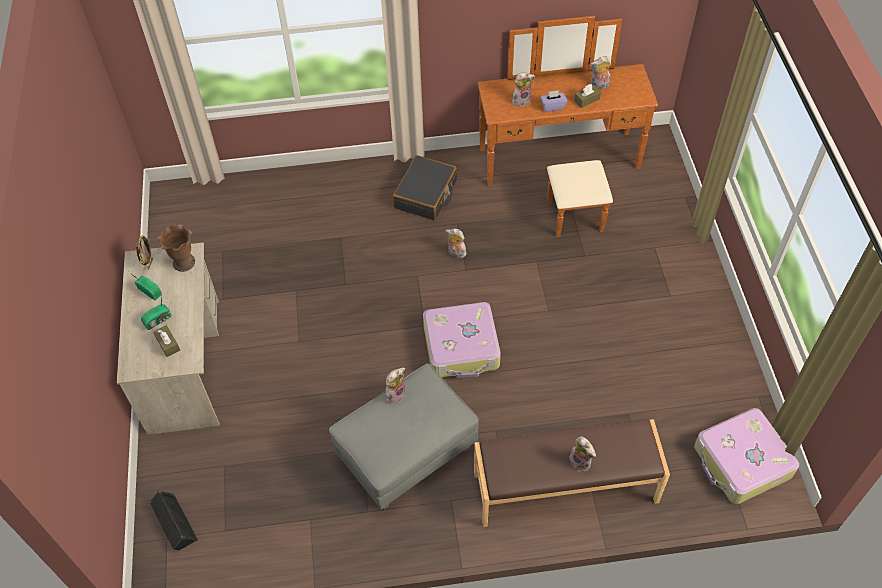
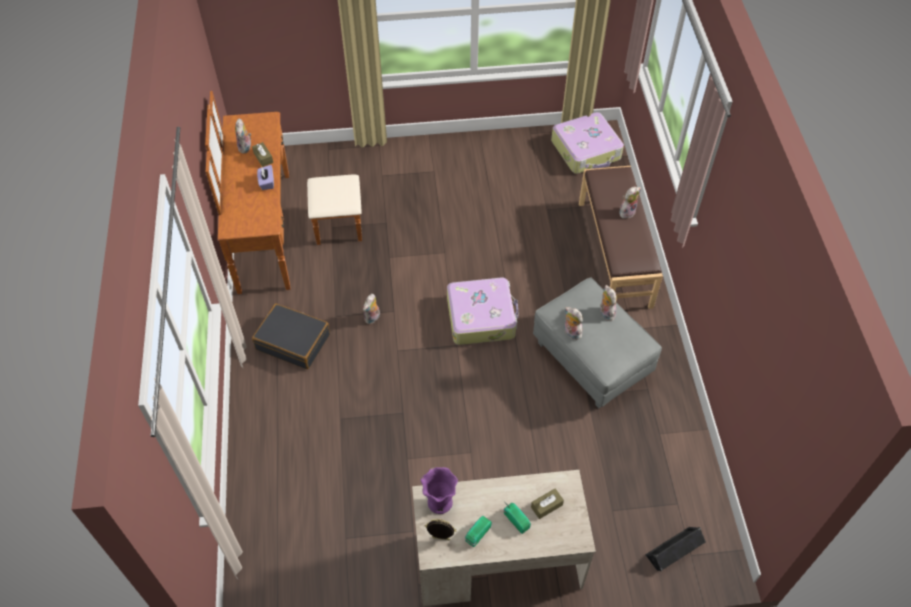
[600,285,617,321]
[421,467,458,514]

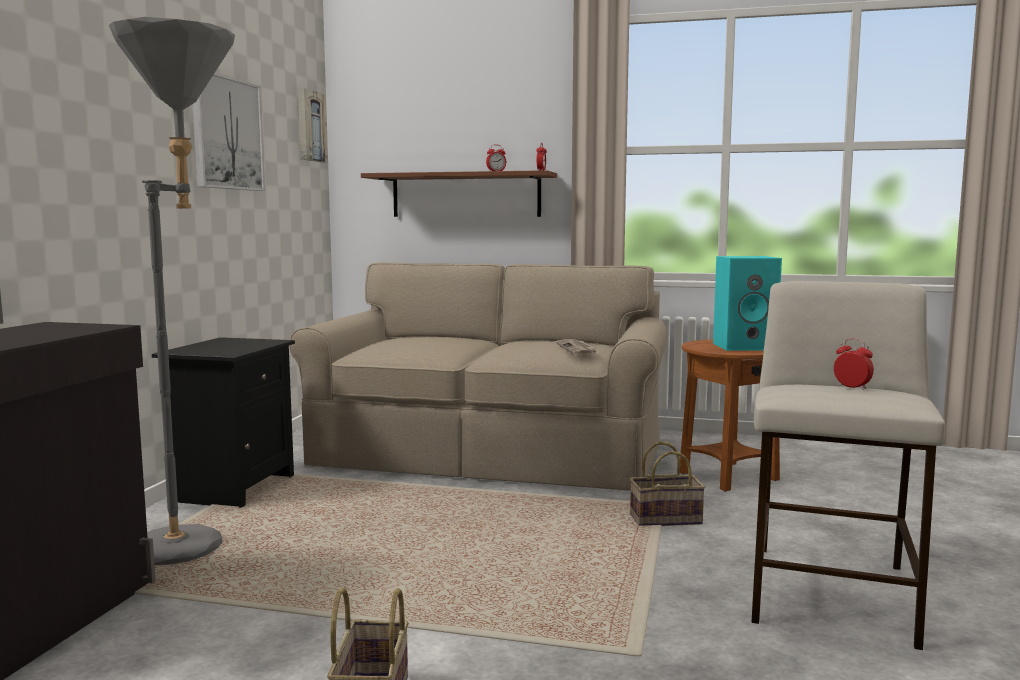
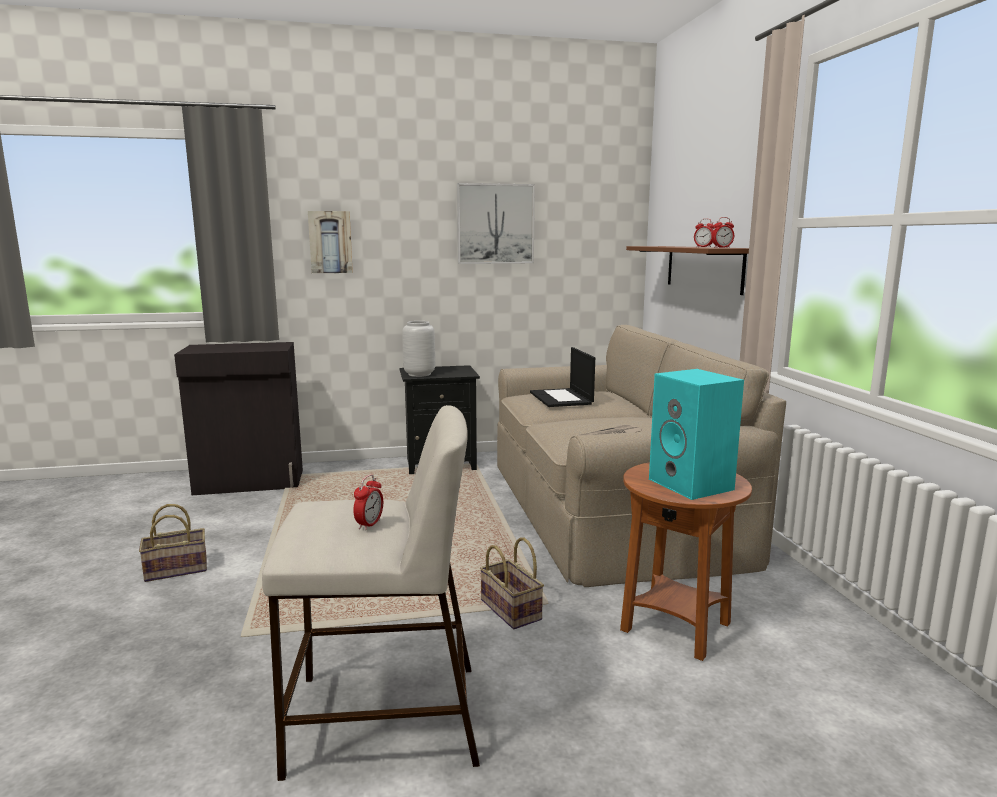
[109,17,235,565] (first image)
[402,321,435,377]
[530,347,595,407]
[308,211,353,273]

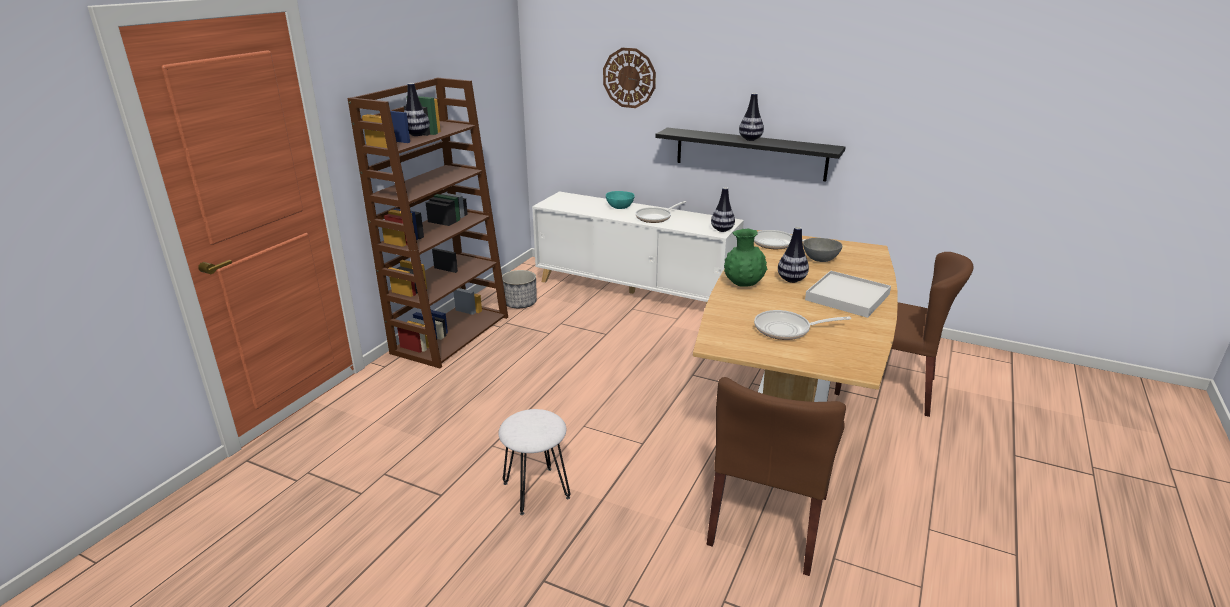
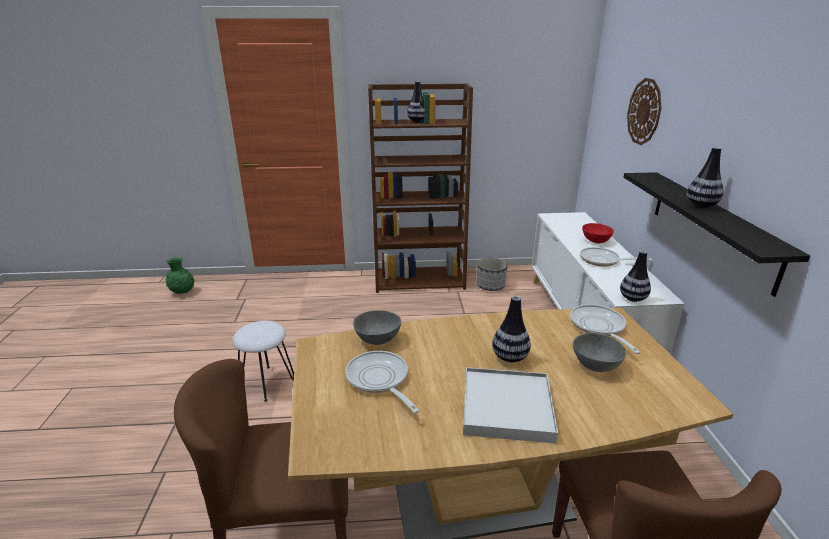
[353,310,401,345]
[166,257,194,294]
[582,223,614,243]

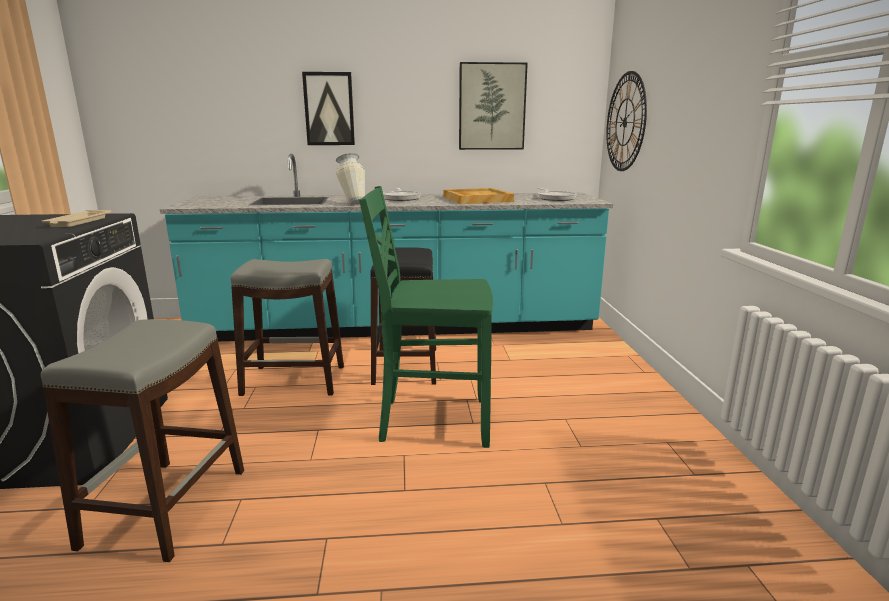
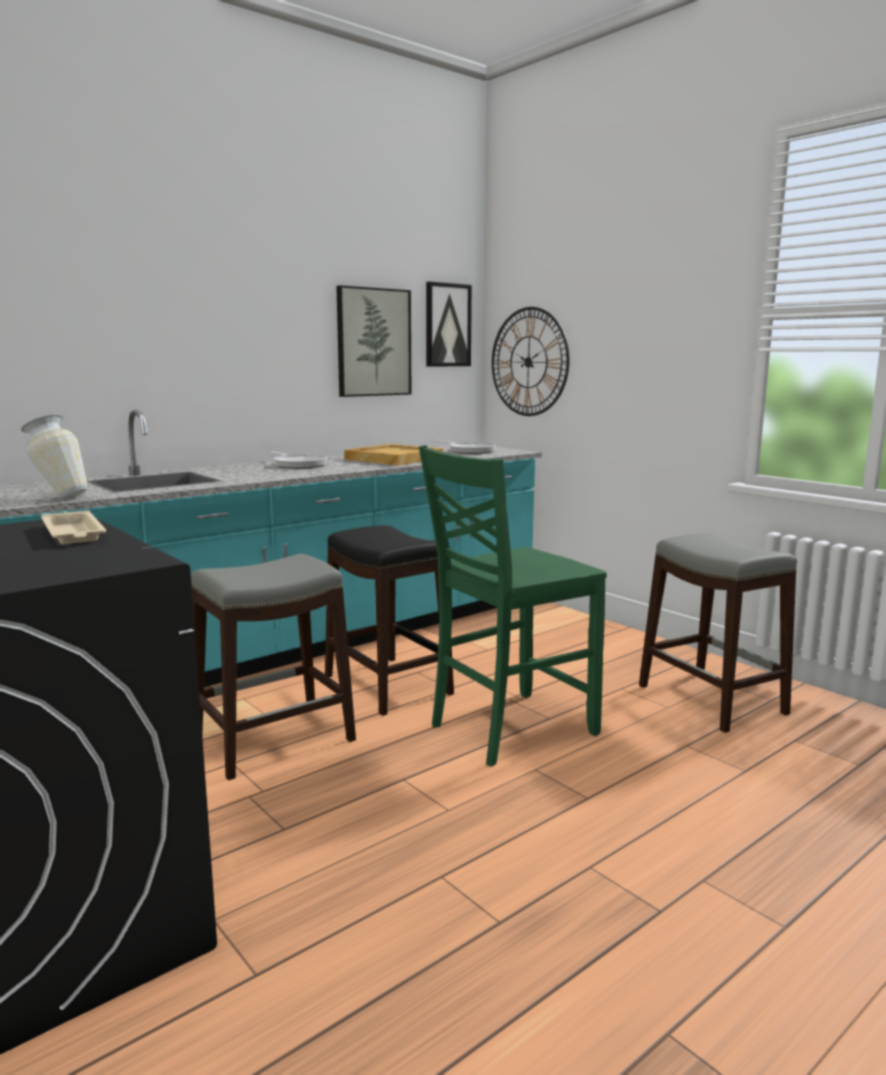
[639,533,797,733]
[426,282,472,366]
[21,414,87,499]

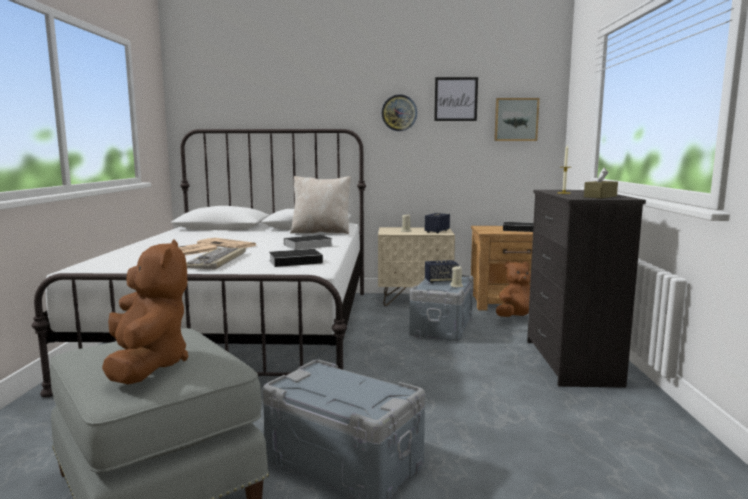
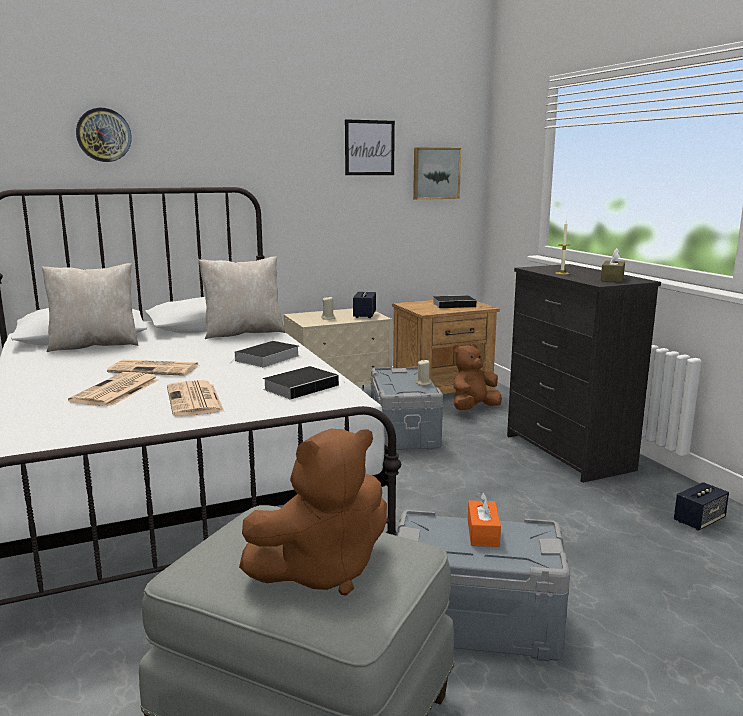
[42,263,139,352]
[468,492,501,547]
[76,108,132,162]
[674,482,729,530]
[167,380,224,416]
[239,429,387,595]

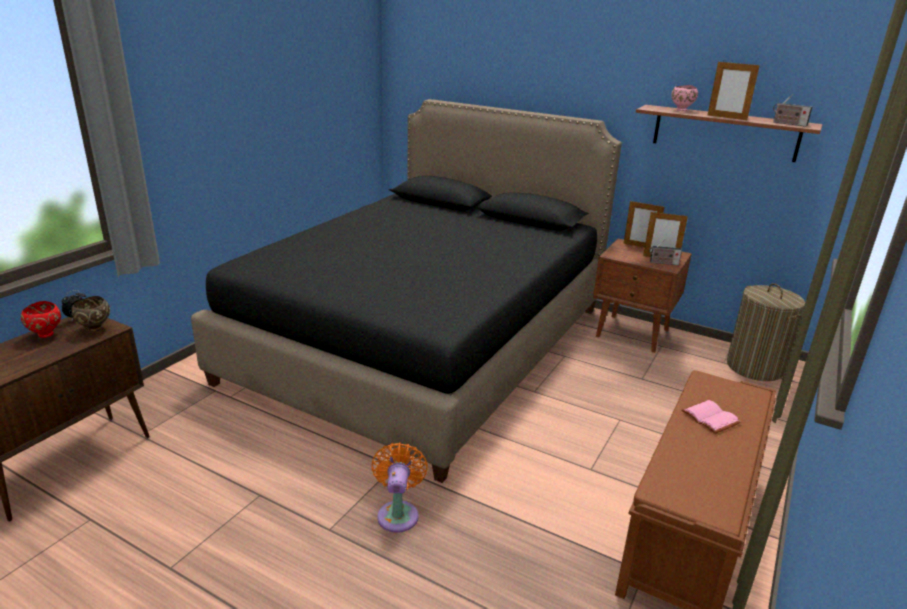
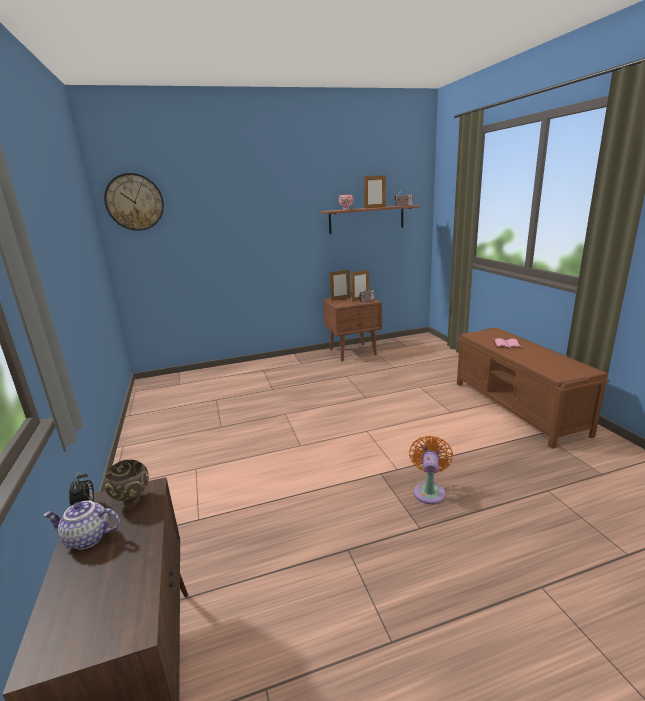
[191,99,622,483] (first image)
[727,283,805,381] (first image)
[104,173,164,231]
[43,501,120,550]
[409,435,453,505]

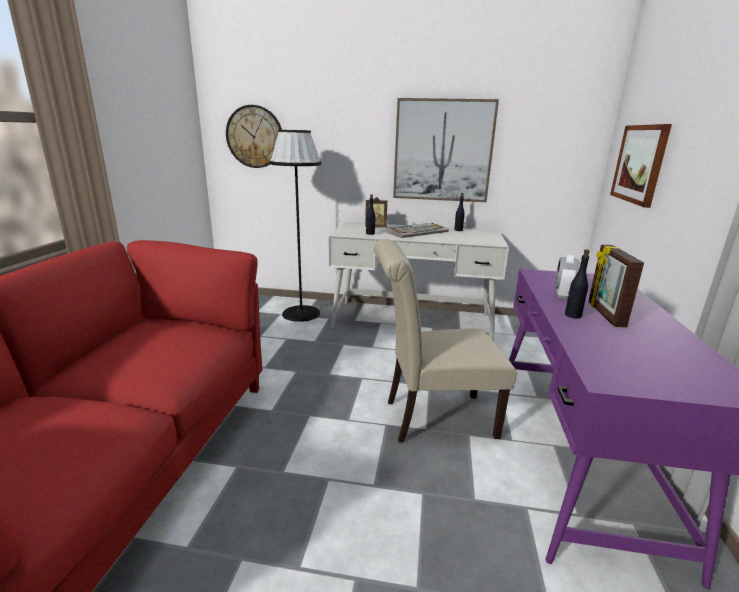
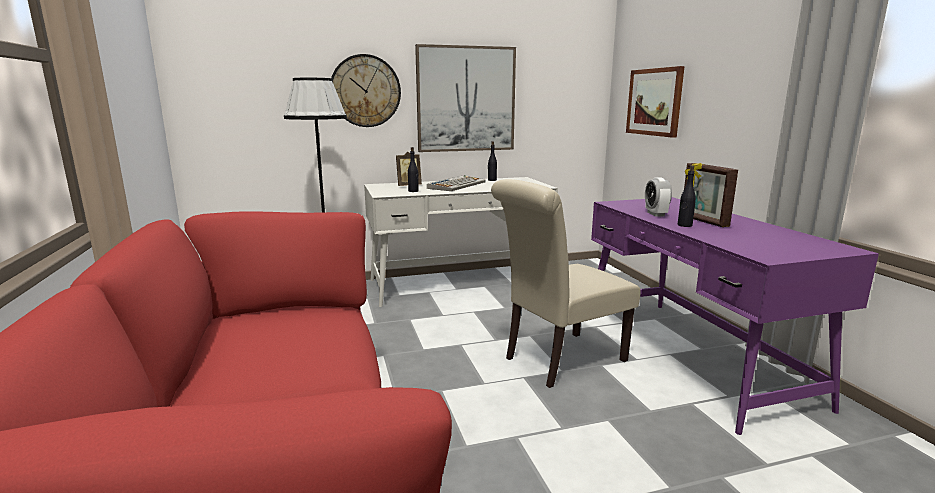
[331,54,401,127]

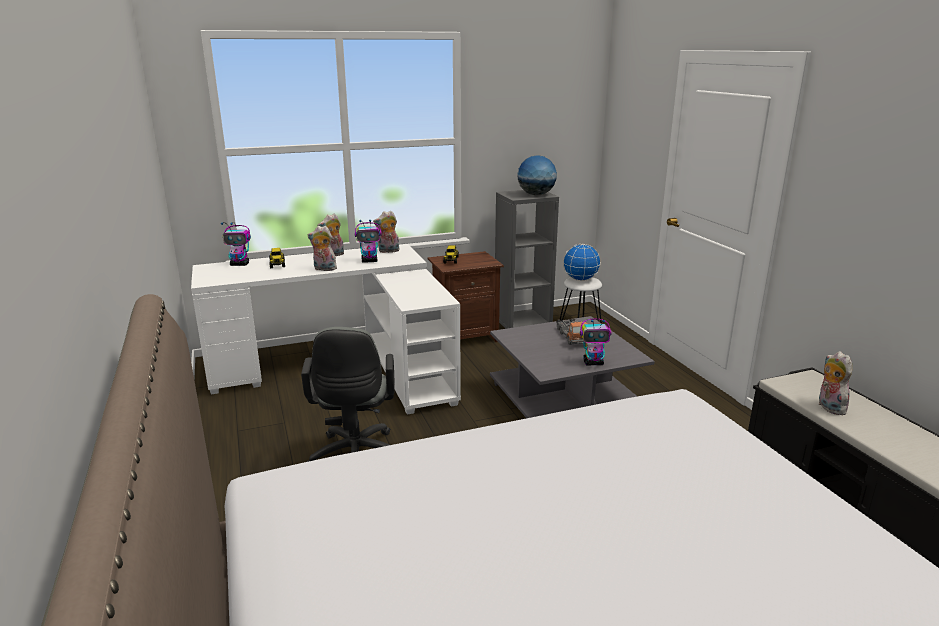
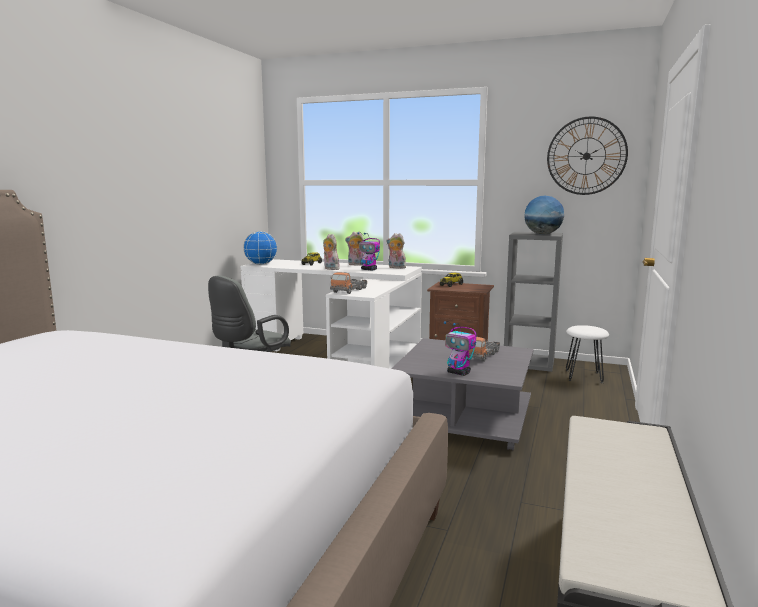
[221,222,251,266] (first image)
[819,351,852,415] (first image)
[330,272,367,294]
[547,117,628,195]
[243,231,277,265]

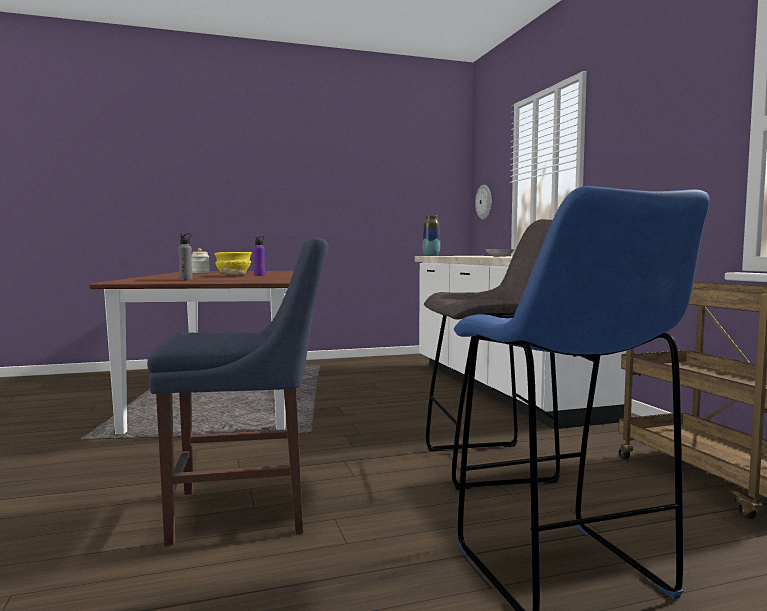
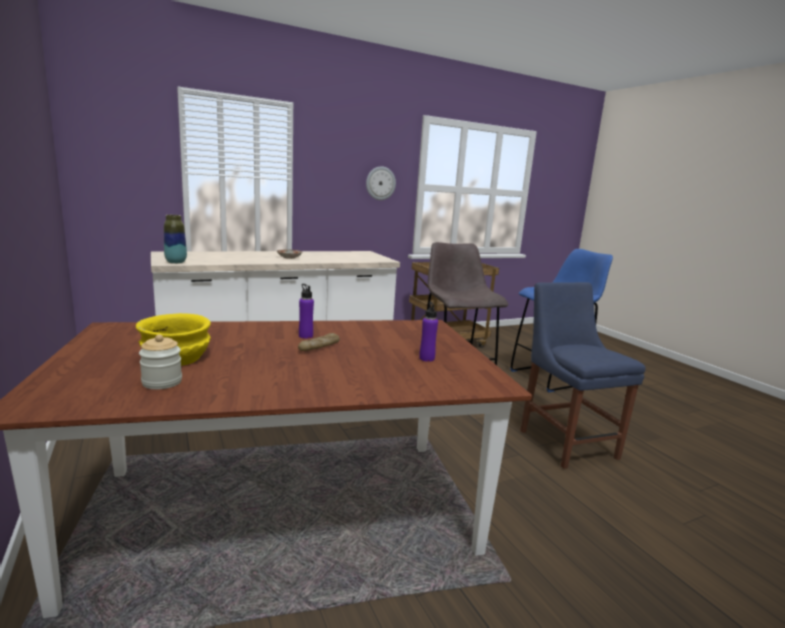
[366,166,396,200]
[419,302,438,362]

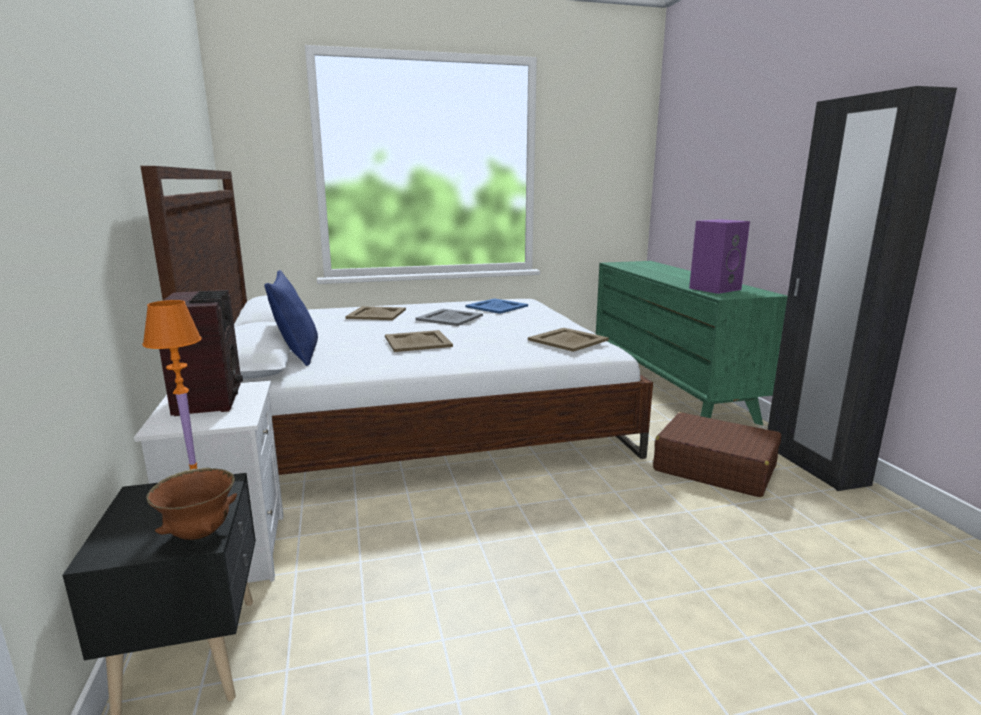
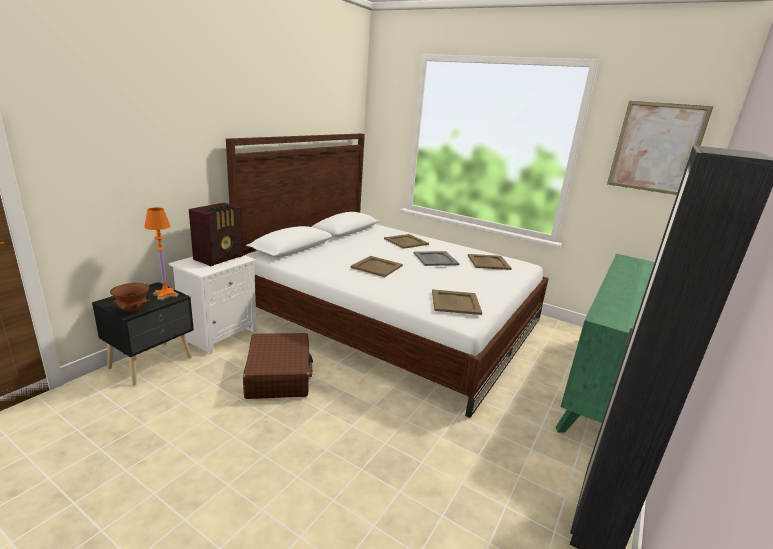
[264,270,318,366] (first image)
[689,219,750,294] (first image)
[607,101,713,195]
[243,333,313,399]
[468,254,512,270]

